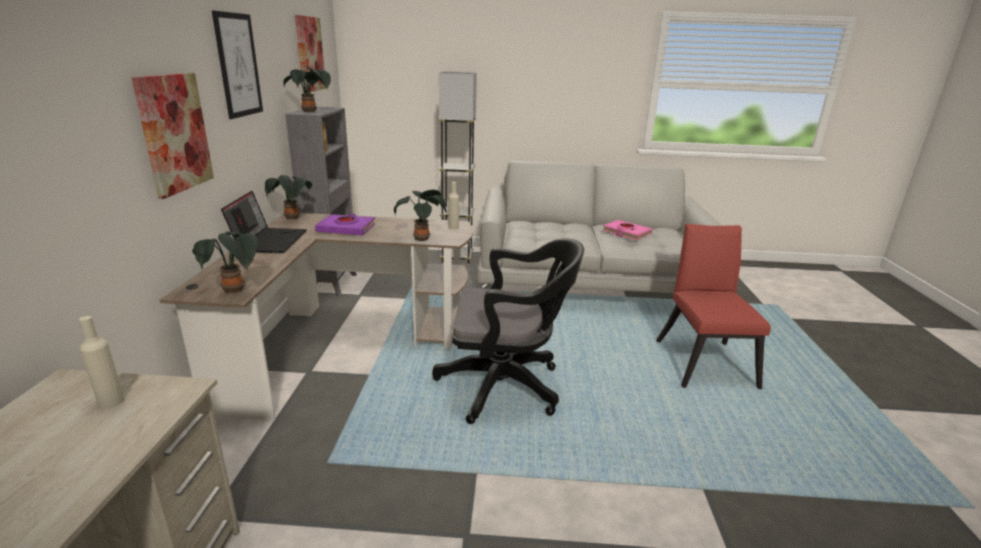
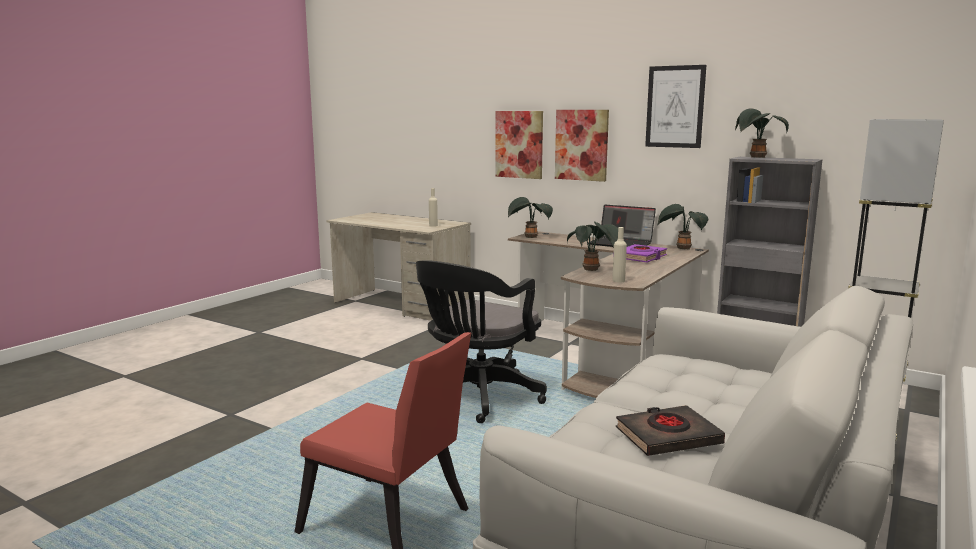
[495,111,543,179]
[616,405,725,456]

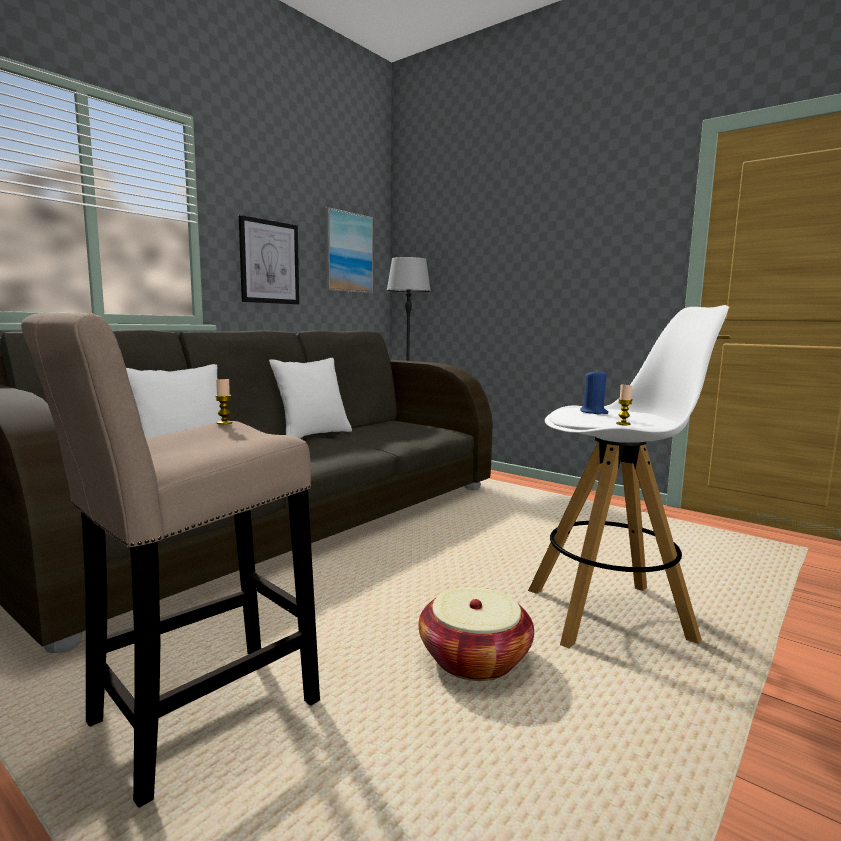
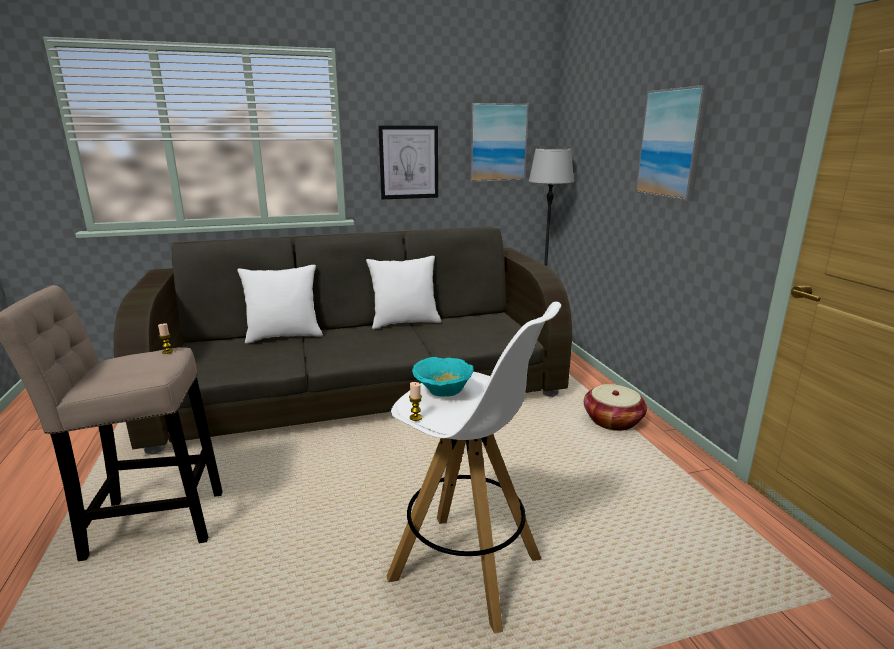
[636,85,710,201]
[584,384,647,431]
[412,357,473,397]

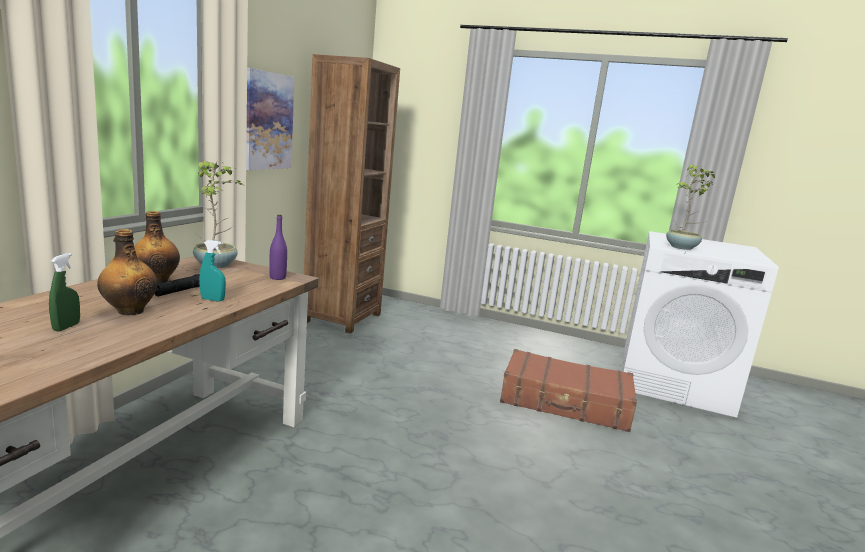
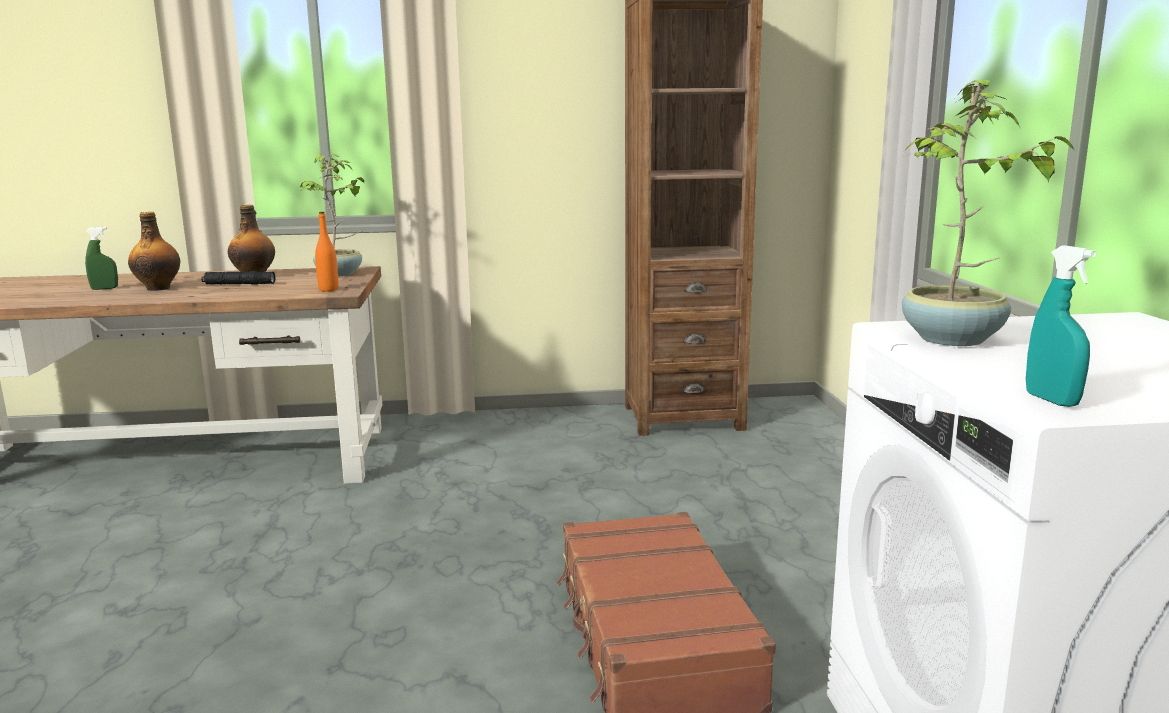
[246,68,294,170] (first image)
[1026,245,1096,407]
[315,212,338,291]

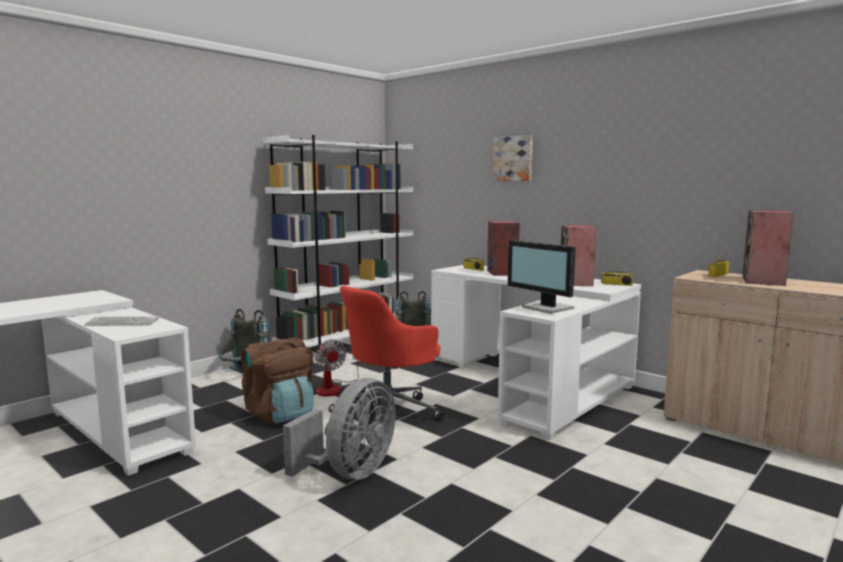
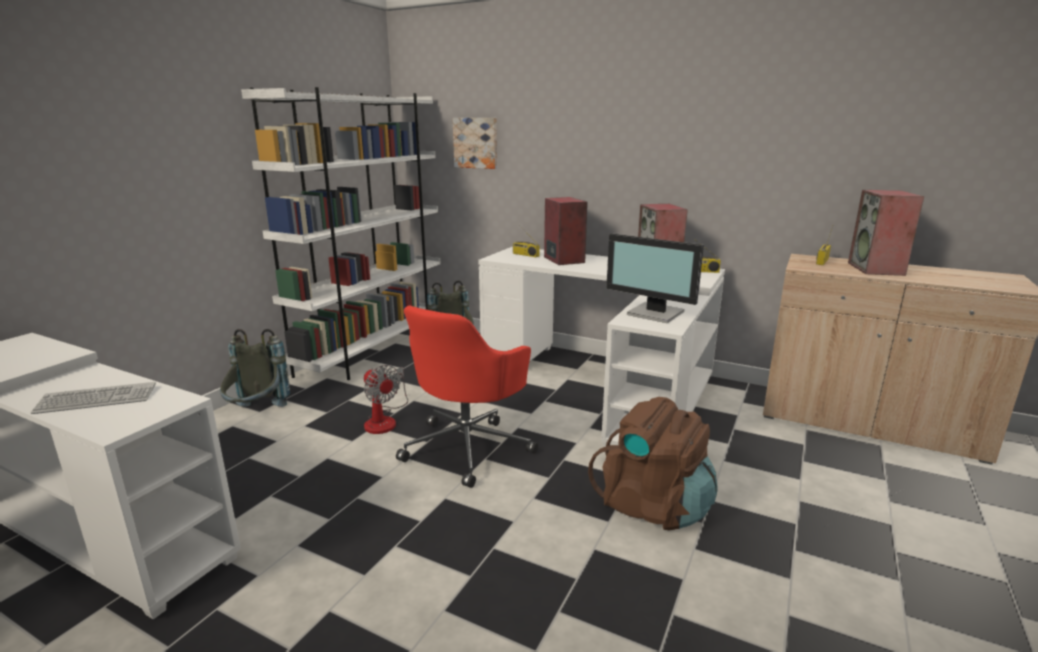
[283,378,396,479] (first image)
[588,397,718,530]
[452,118,497,169]

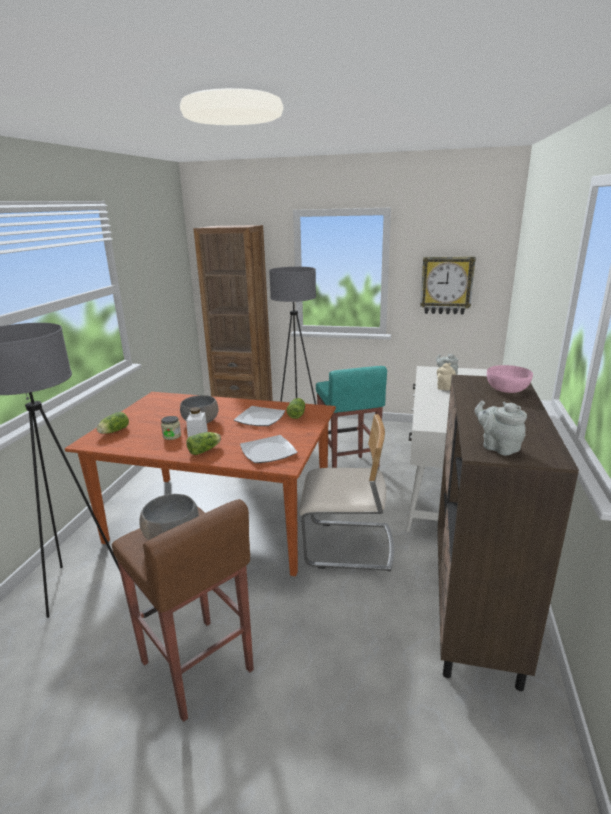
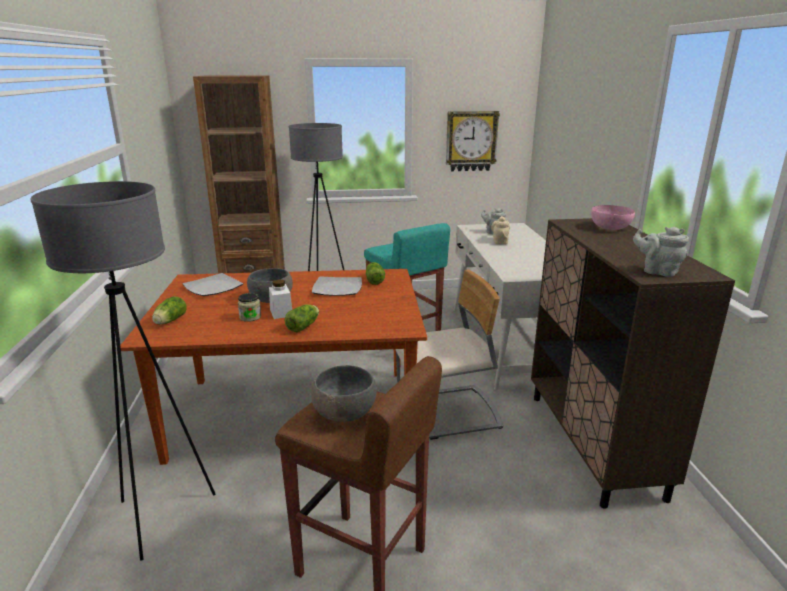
[182,273,243,296]

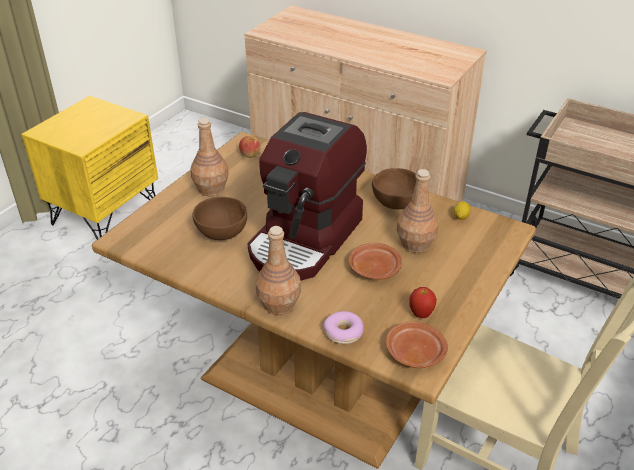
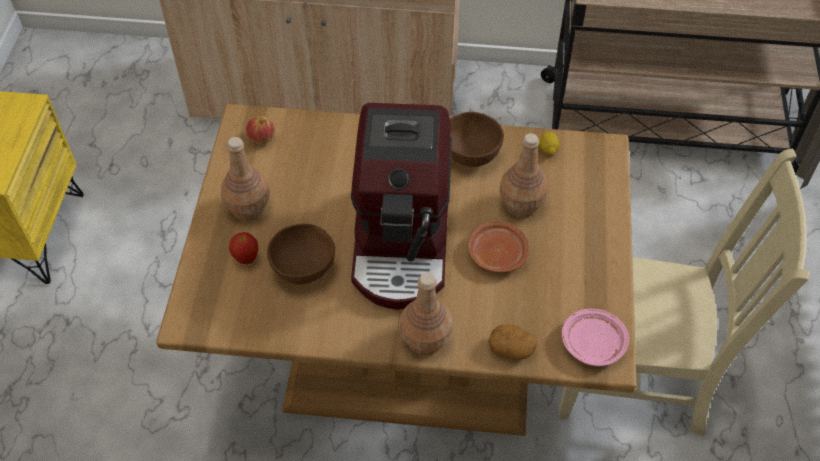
[229,232,258,264]
[488,324,537,359]
[562,309,629,366]

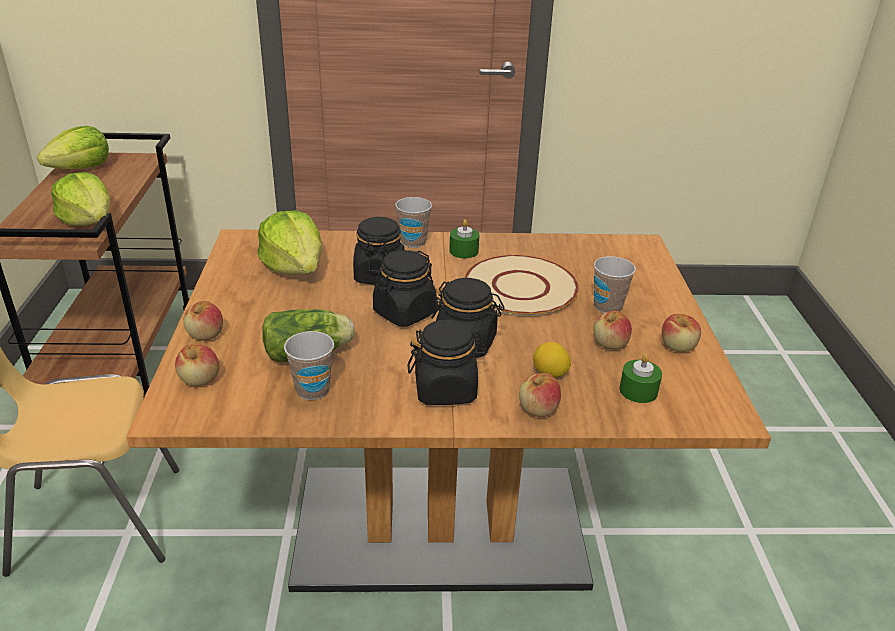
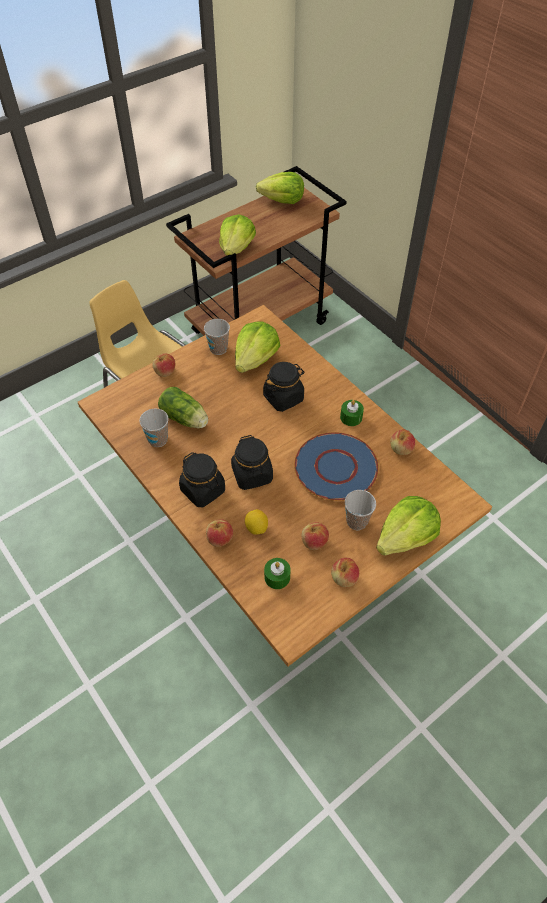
[373,250,437,326] (first image)
[376,496,441,556]
[390,429,415,455]
[204,319,230,355]
[294,432,379,501]

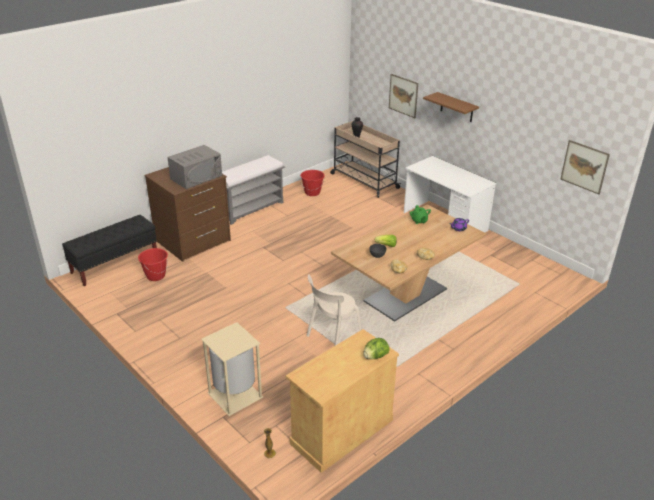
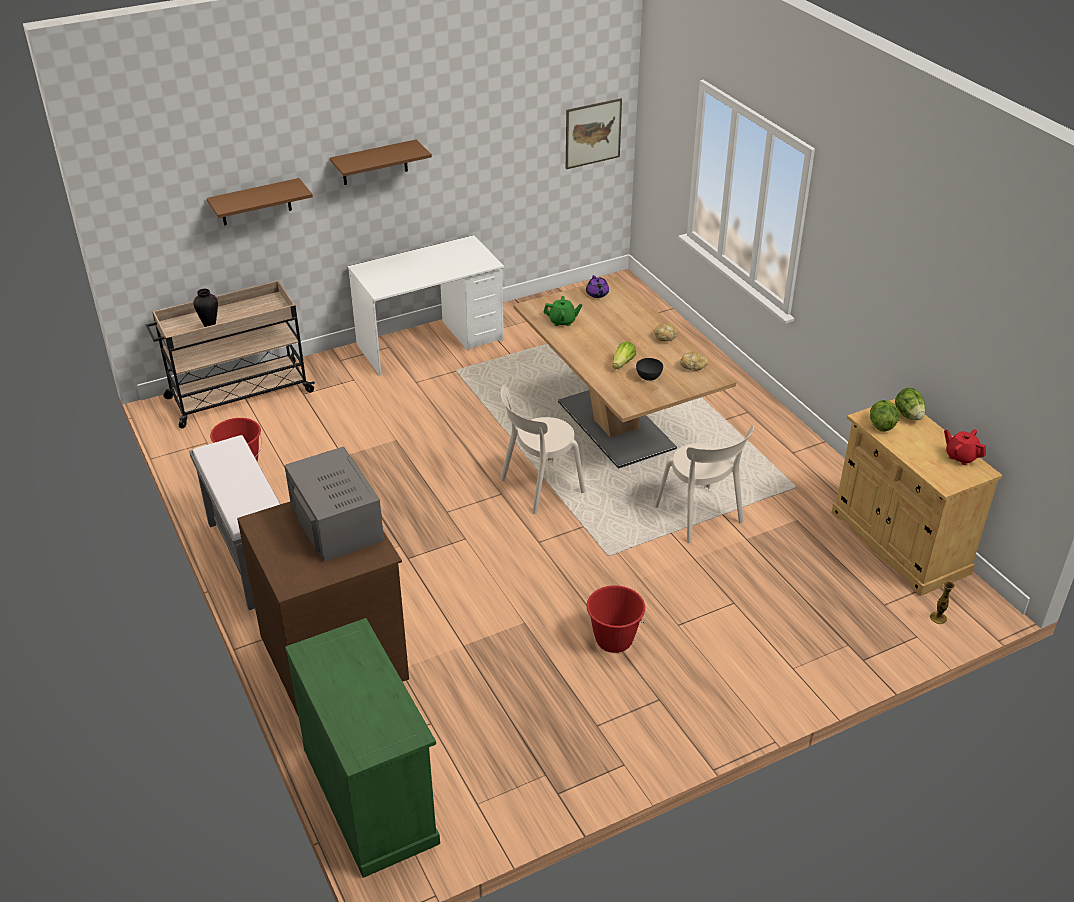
[201,322,263,416] (first image)
[500,385,585,514]
[870,400,899,432]
[944,429,986,465]
[587,585,645,653]
[285,618,440,878]
[207,178,313,225]

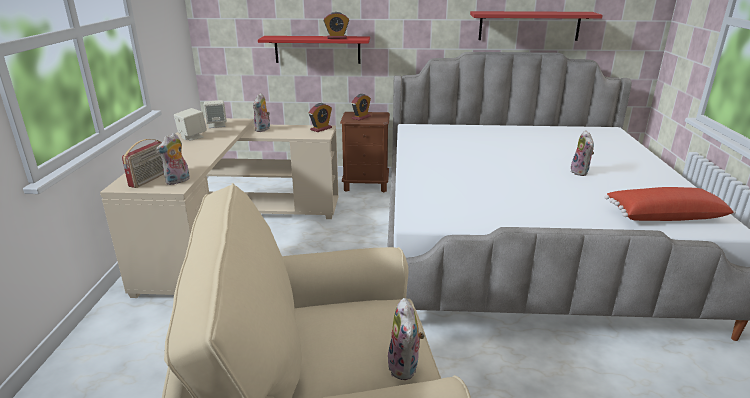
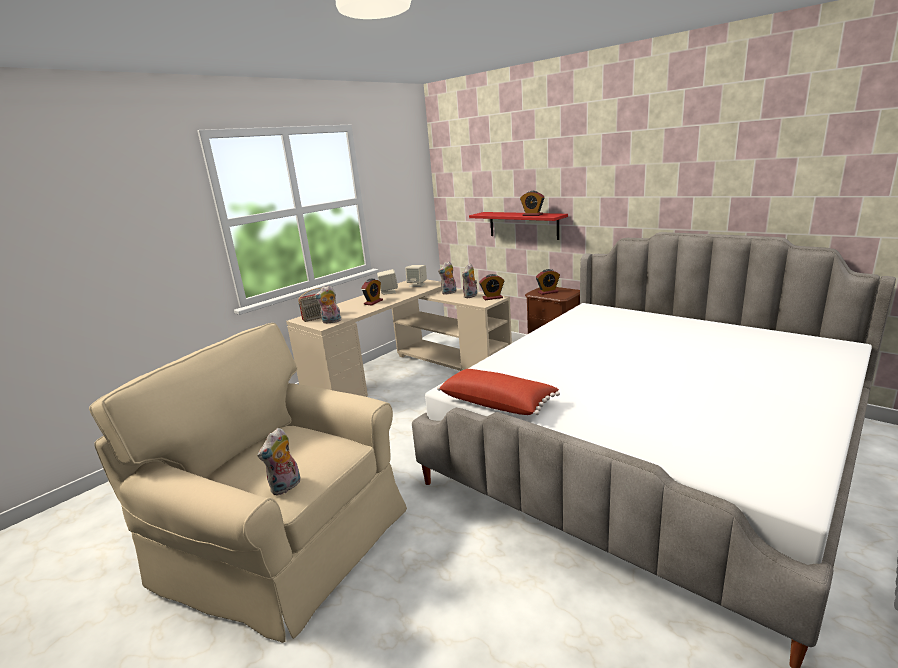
[470,11,603,41] (first image)
[361,279,383,306]
[462,264,477,298]
[437,369,560,415]

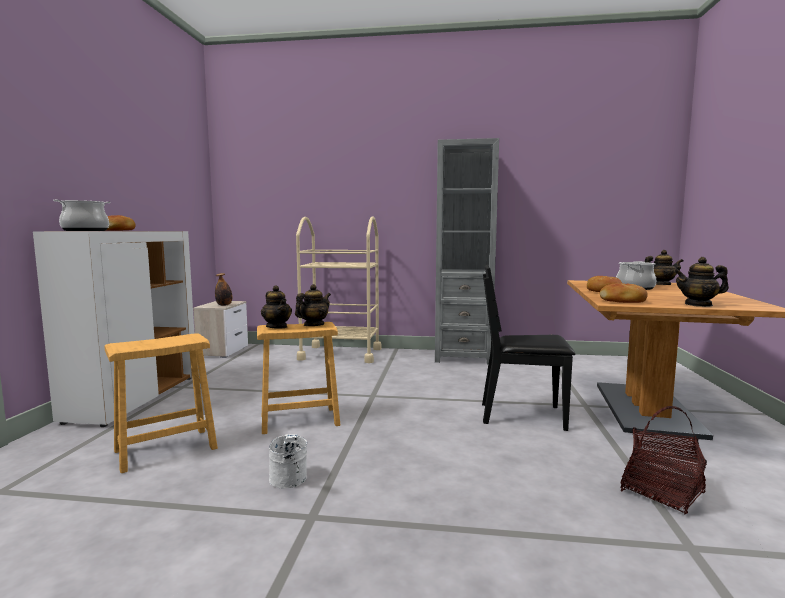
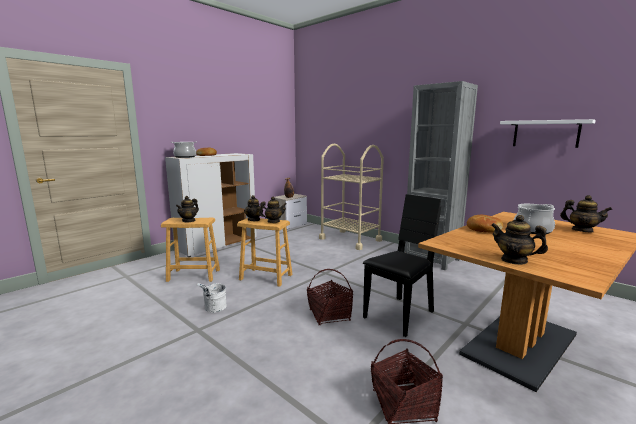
[600,283,648,303] (first image)
[176,196,199,222]
[307,269,353,325]
[500,119,596,148]
[363,194,441,337]

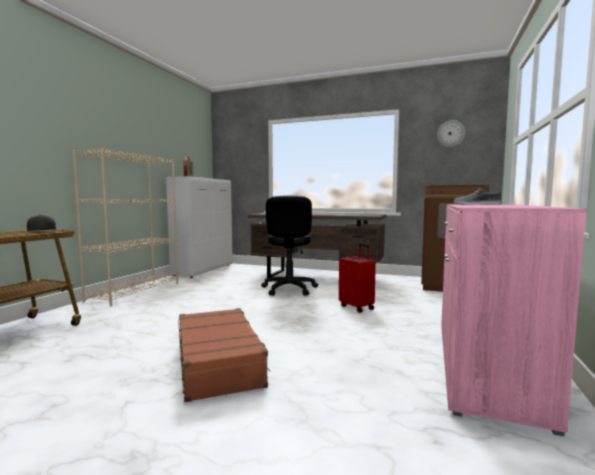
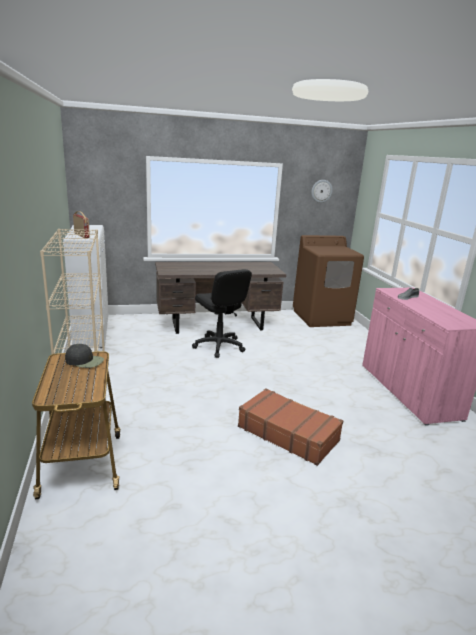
[339,244,376,313] (first image)

